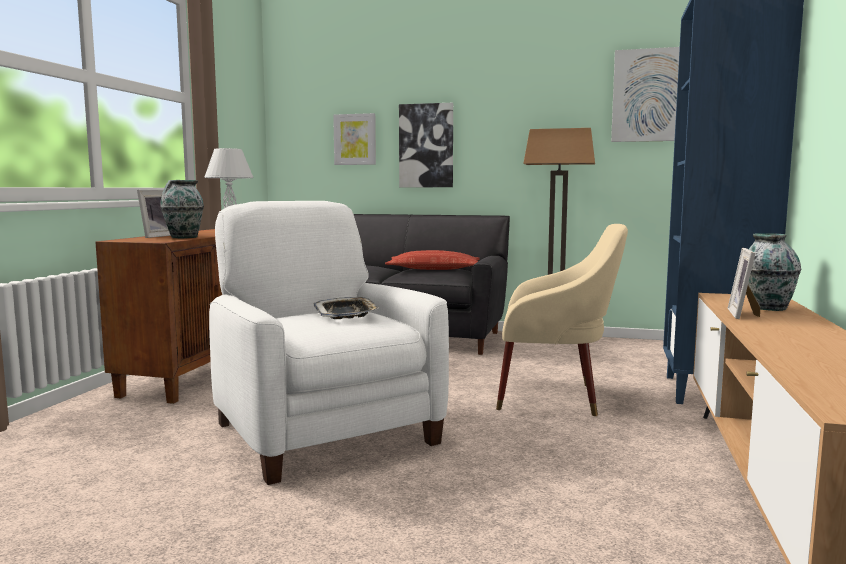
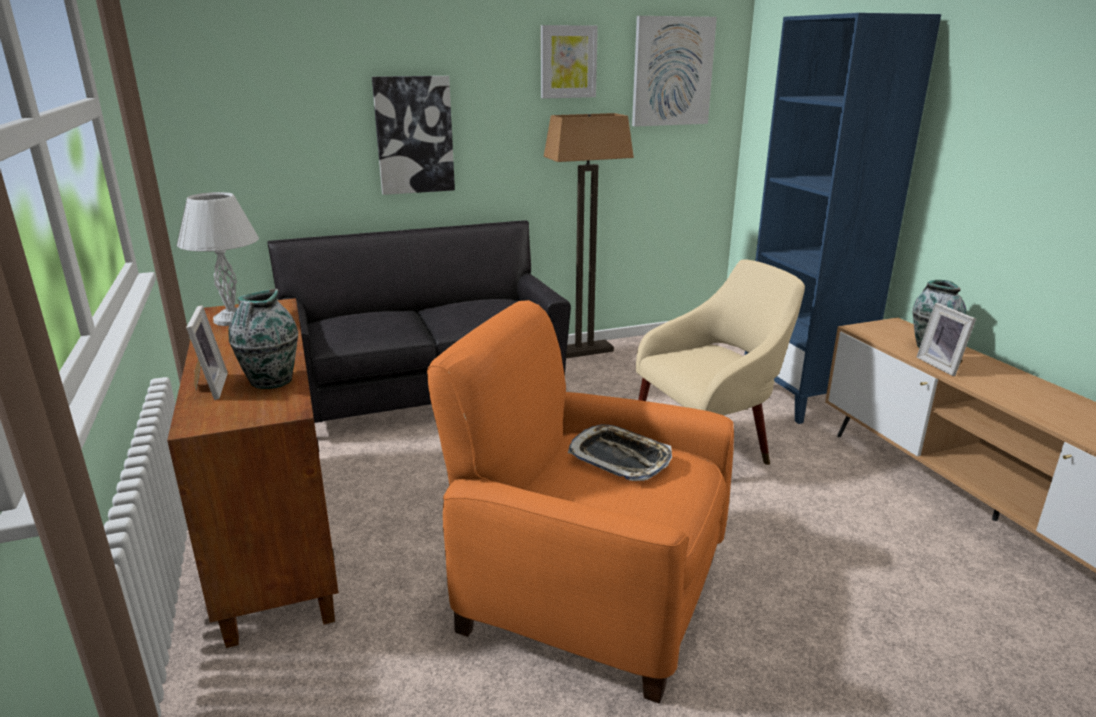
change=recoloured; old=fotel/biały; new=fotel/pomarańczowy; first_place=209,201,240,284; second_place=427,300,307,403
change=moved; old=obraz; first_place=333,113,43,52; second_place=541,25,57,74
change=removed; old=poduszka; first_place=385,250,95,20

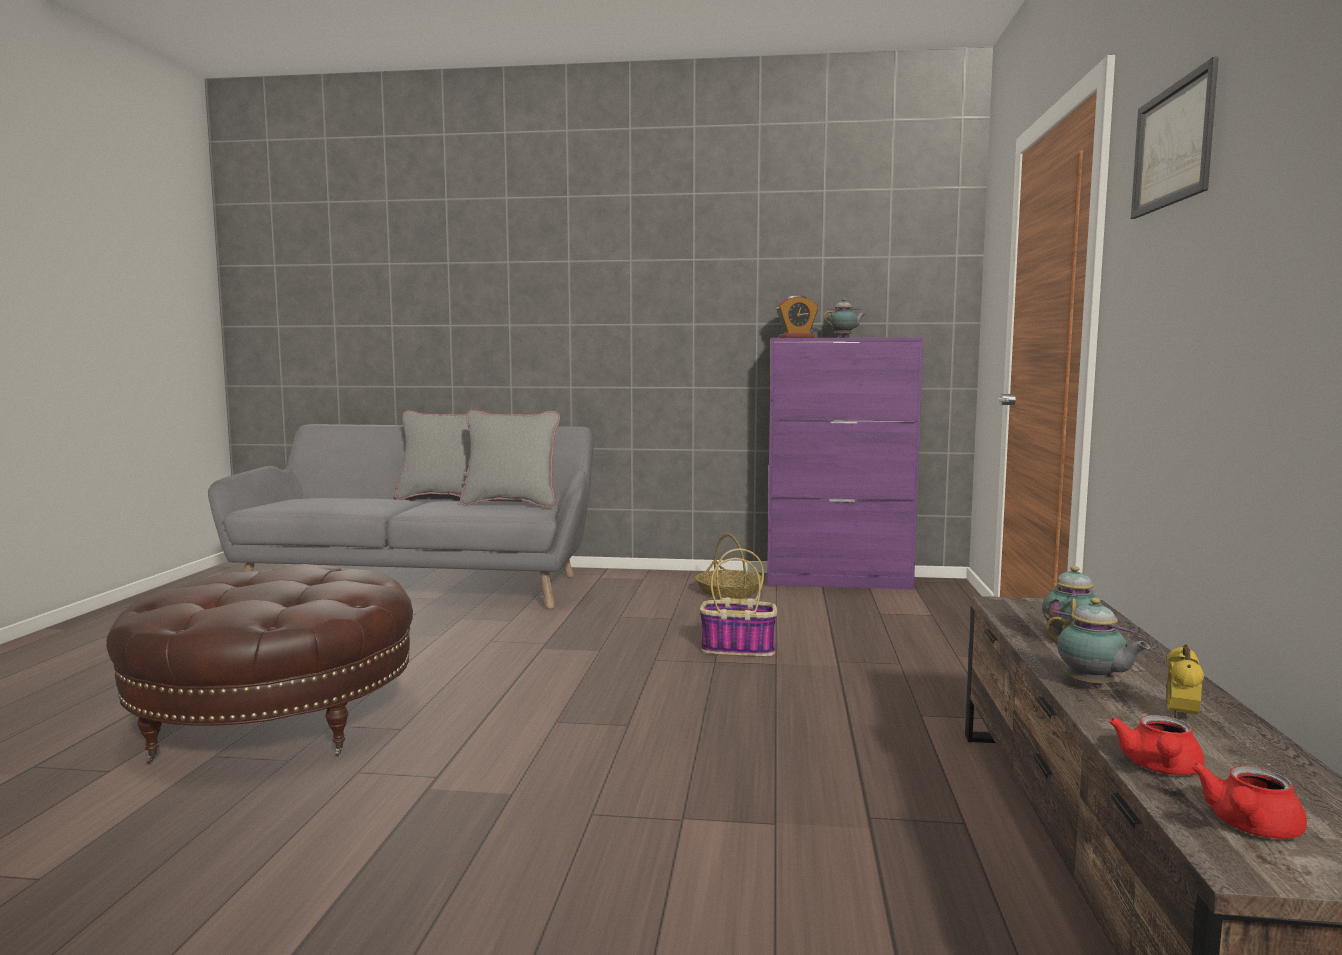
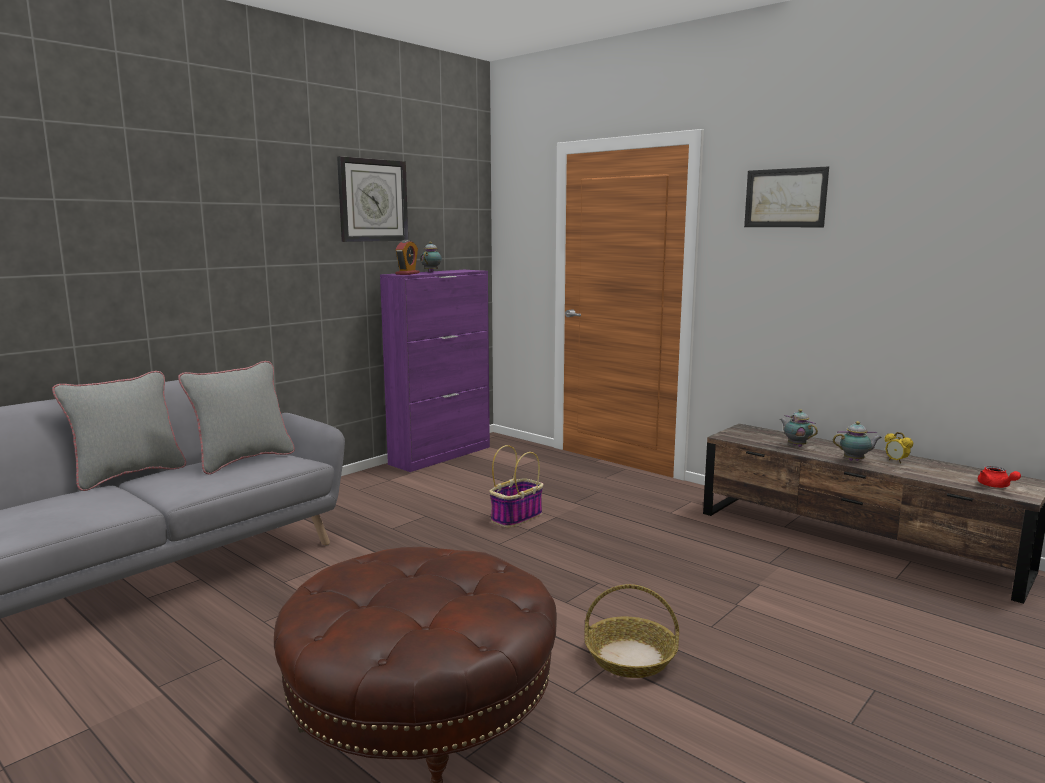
change=moved; old=koszyk; first_place=695,534,67,64; second_place=584,584,95,94
change=removed; old=imbryk/czerwony; first_place=1109,715,95,60
change=added; new=zegar ścienny; second_place=337,156,71,86

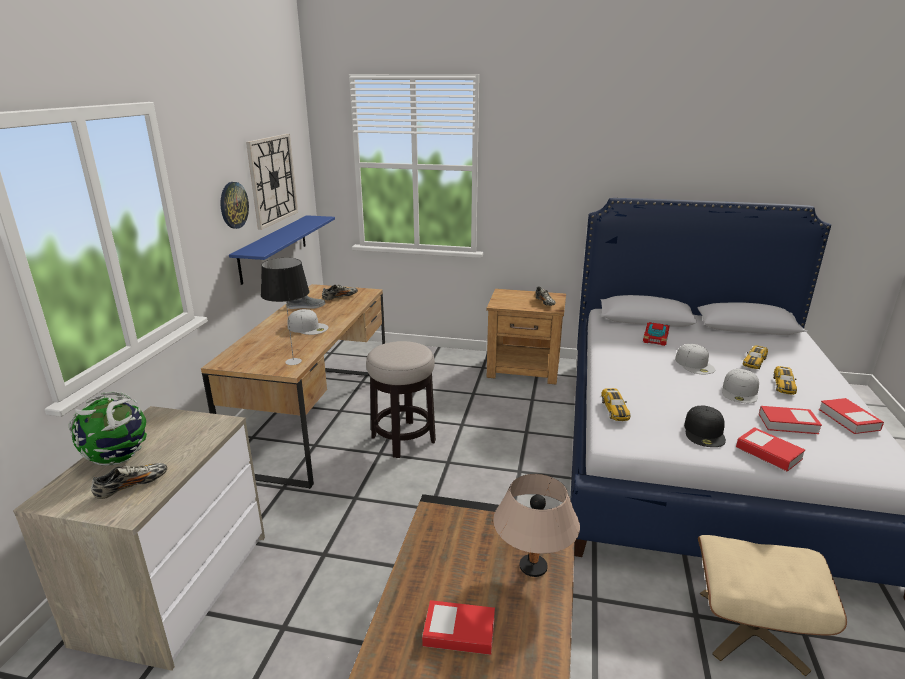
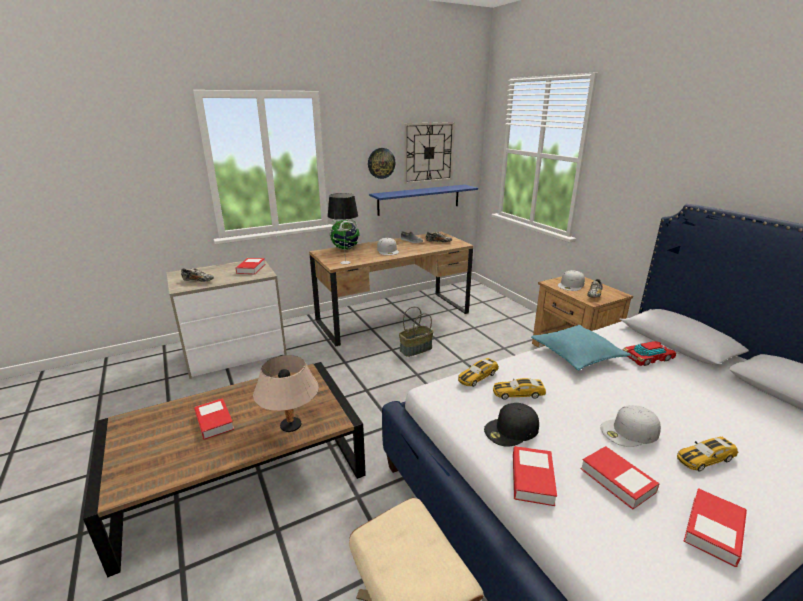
change=moved; old=globus; first_place=69,391,78,75; second_place=329,219,31,31
change=replaced; old=stołek; new=koszyk; first_place=366,341,70,117; second_place=399,306,35,51
change=moved; old=czapka z daszkiem/biały; first_place=675,344,40,30; second_place=558,270,27,21
change=moved; old=samochodzik; first_place=743,345,25,24; second_place=493,378,53,22
change=added; new=książka; second_place=236,258,29,16
change=added; new=poduszka/turkusowy; second_place=531,325,99,46

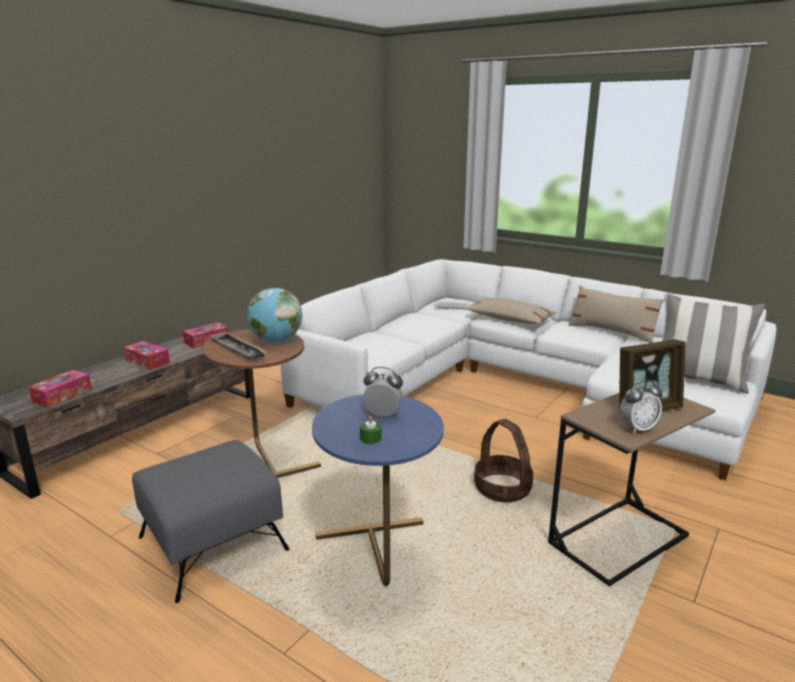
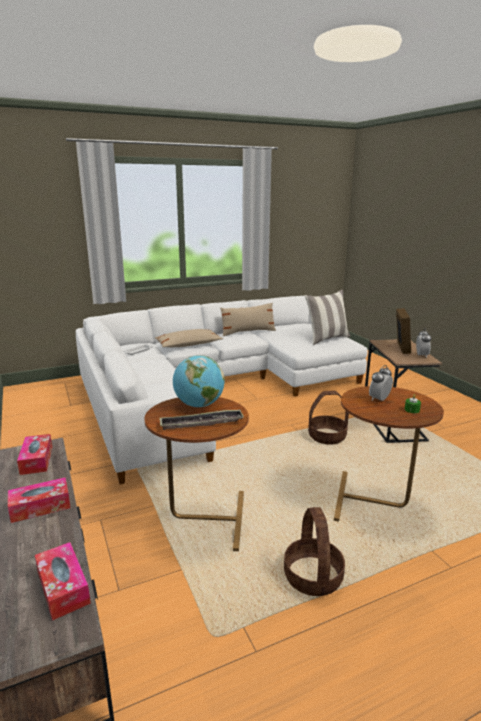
change=replaced; old=pufa/szary; new=koszyk; first_place=132,440,158,163; second_place=284,507,61,89
change=recoloured; old=stolik/niebieski; new=stolik/brązowy; first_place=312,394,132,192; second_place=334,386,110,136

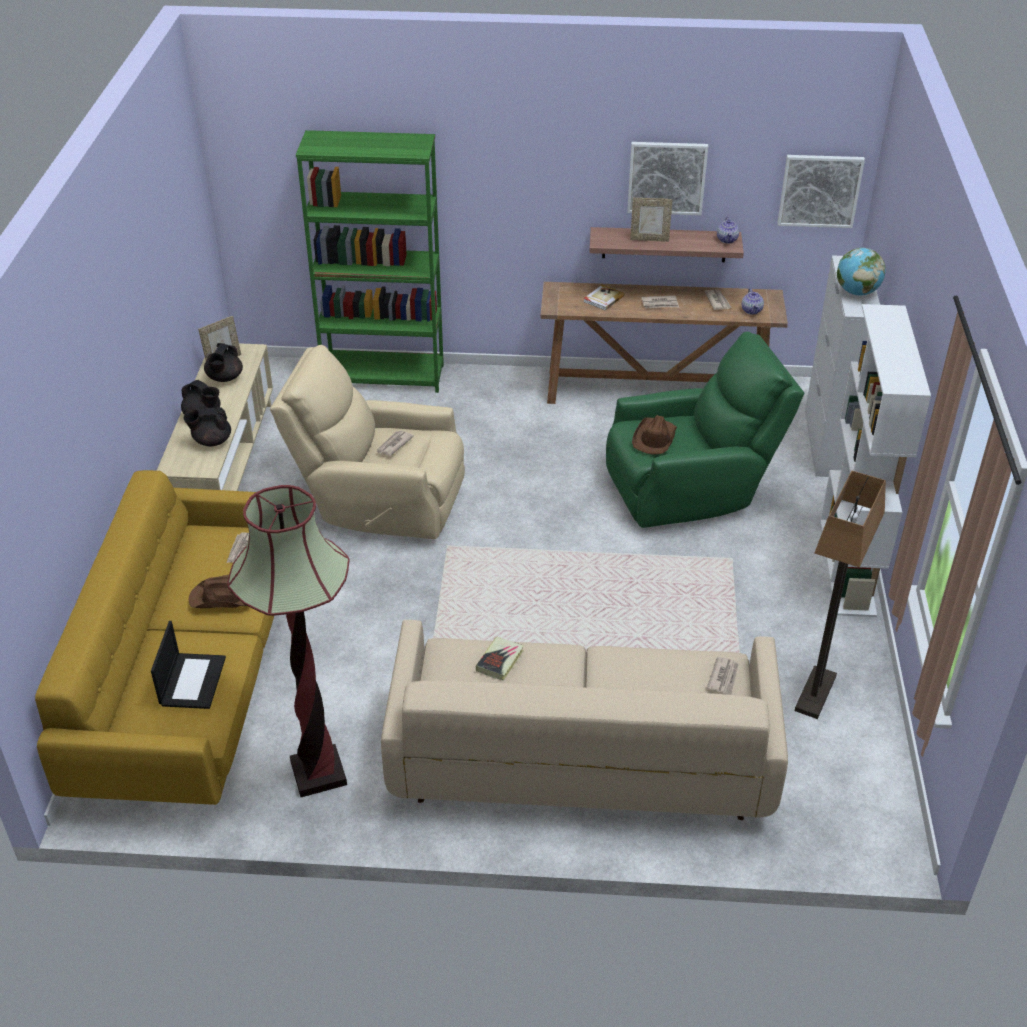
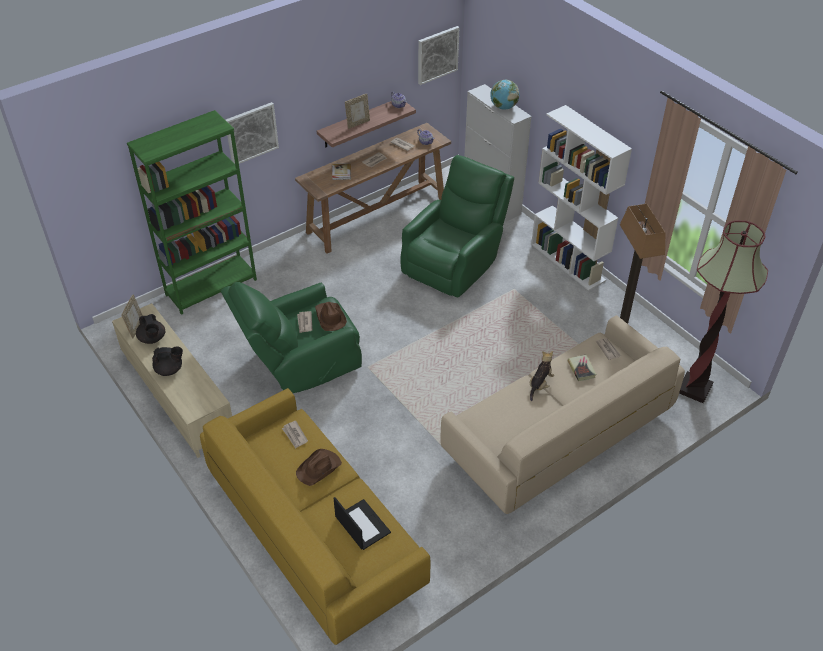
change=removed; old=imbryk/czarny; first_place=183,407,48,39
change=moved; old=lampa stojąca; first_place=227,485,123,312; second_place=679,220,89,183
change=recoloured; old=fotel/beżowy; new=fotel/zielony; first_place=270,345,195,194; second_place=220,282,142,111
change=moved; old=książka; first_place=476,637,48,44; second_place=568,355,28,26
change=moved; old=obraz; first_place=627,142,81,73; second_place=226,102,53,62
change=moved; old=kapelusz/brązowy; first_place=632,415,45,39; second_place=315,302,32,29
change=added; new=pluszak; second_place=530,351,24,50

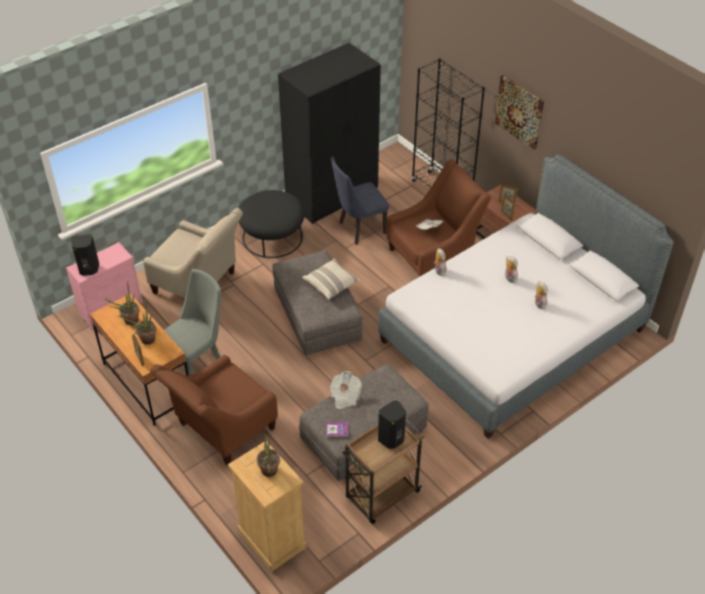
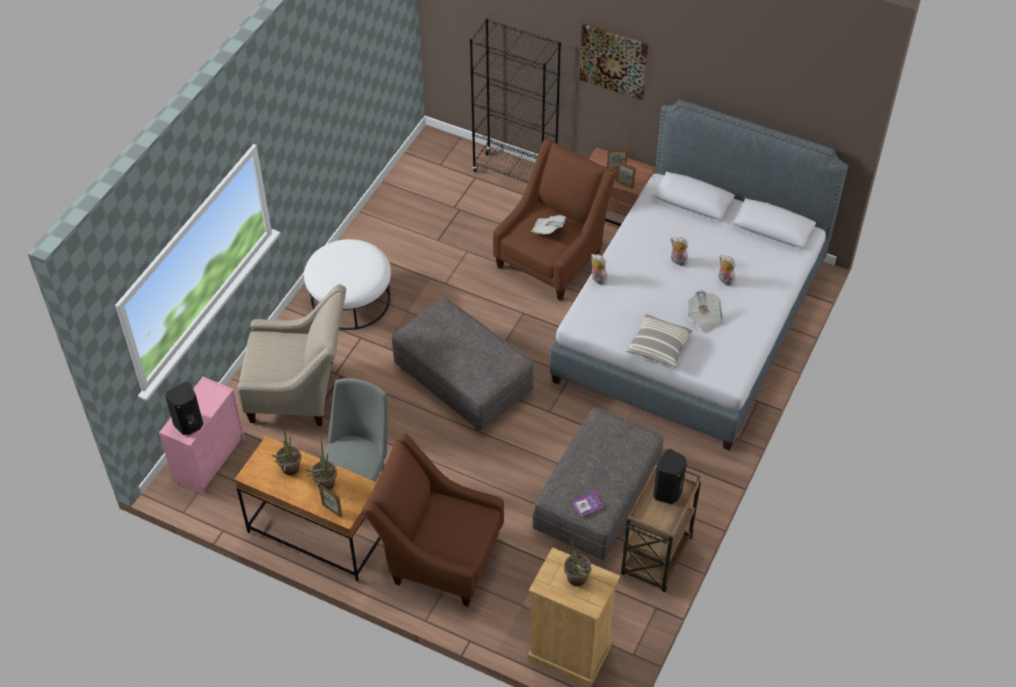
change=turned; old=fotel/brązowy; first_place=150,355,128,111; second_place=362,433,142,174; degrees=90
change=recoloured; old=pufa/czarny; new=pufa/biały; first_place=239,190,66,68; second_place=304,239,87,91
change=removed; old=szafa/czarny; first_place=278,43,103,181
change=moved; old=poduszka; first_place=302,259,58,41; second_place=625,313,68,54
change=moved; old=gazeta; first_place=330,371,32,38; second_place=688,290,35,44
change=removed; old=krzesło/niebieski; first_place=331,156,58,89

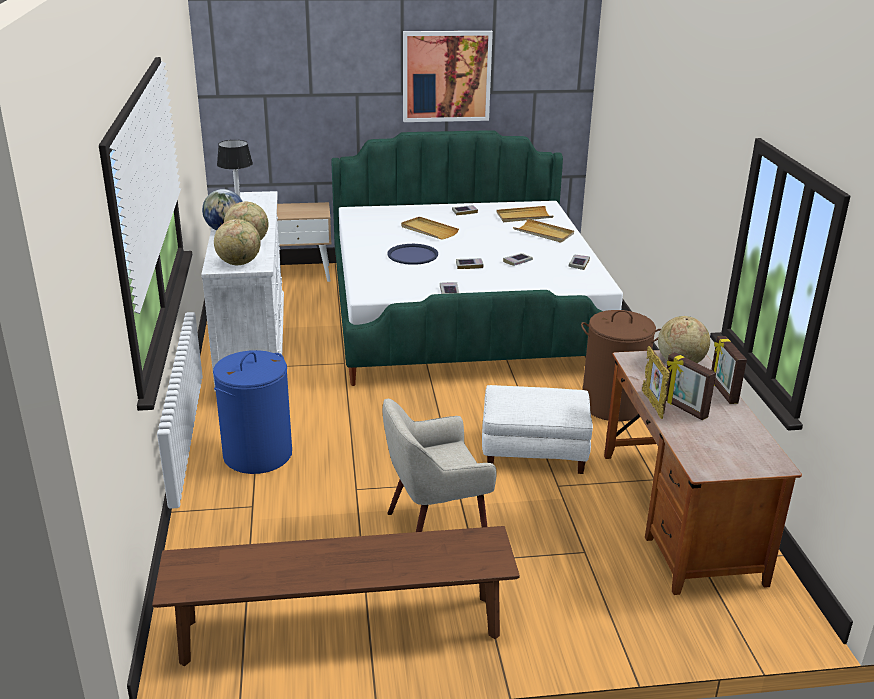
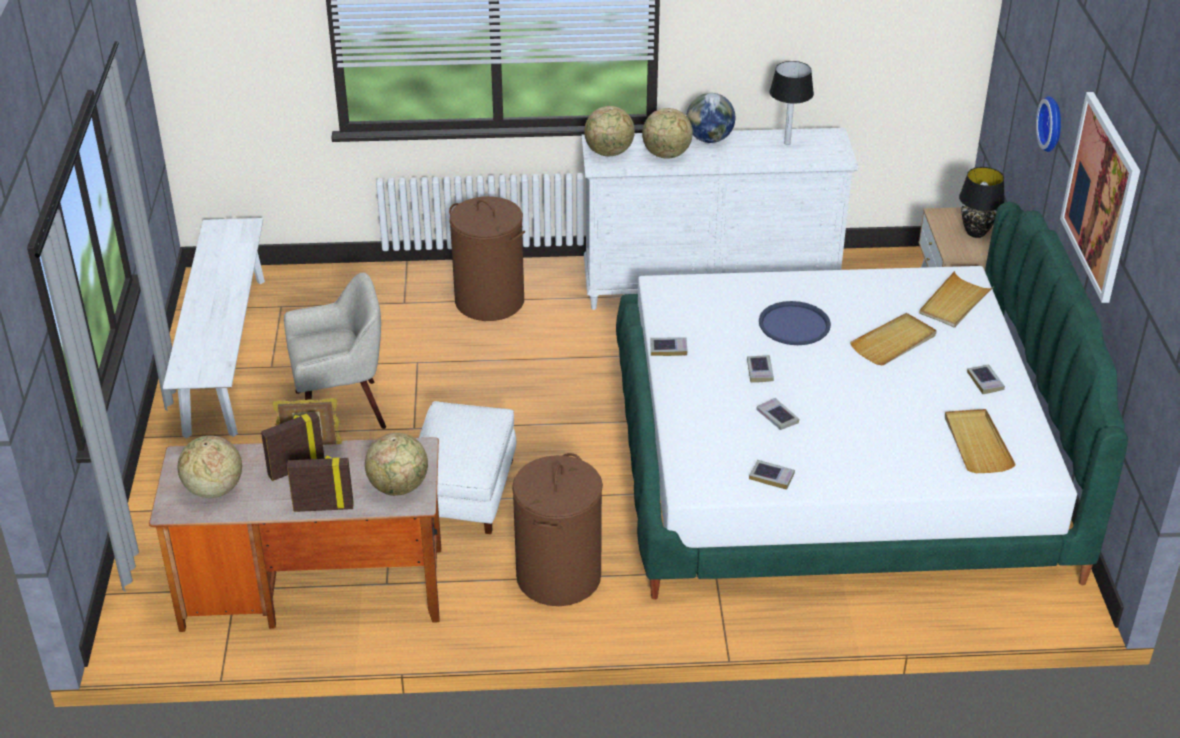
change=recoloured; old=ławka/brązowy; new=ławka/biały; first_place=152,526,368,140; second_place=163,218,102,220
change=recoloured; old=kosz na pranie/niebieski; new=kosz na pranie/brązowy; first_place=213,350,79,124; second_place=449,196,76,125
change=turned; old=fotel/beżowy; first_place=383,399,114,133; second_place=284,272,102,157; degrees=90
change=moved; old=taca/beżowy; first_place=513,219,61,24; second_place=919,271,75,57
change=added; new=globus; second_place=178,435,64,63
change=added; new=lampa stołowa/czarny; second_place=959,167,46,71
change=added; new=zegar ścienny; second_place=1036,96,25,56

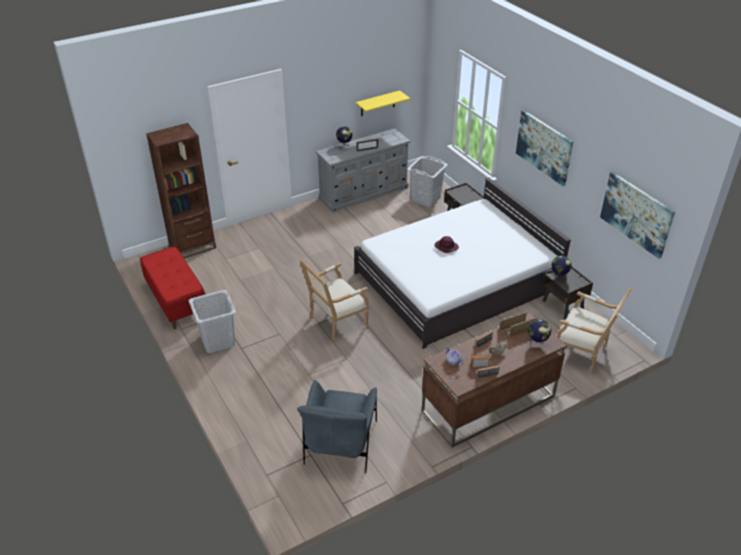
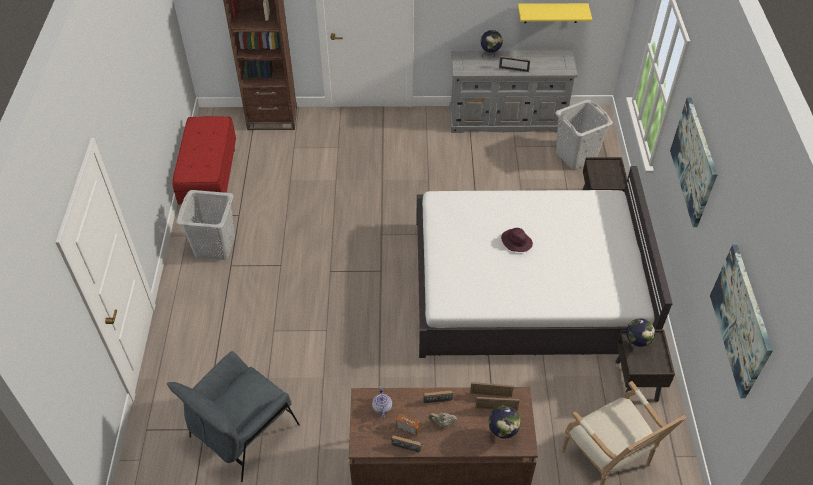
change=removed; old=fotel; first_place=299,259,70,82

